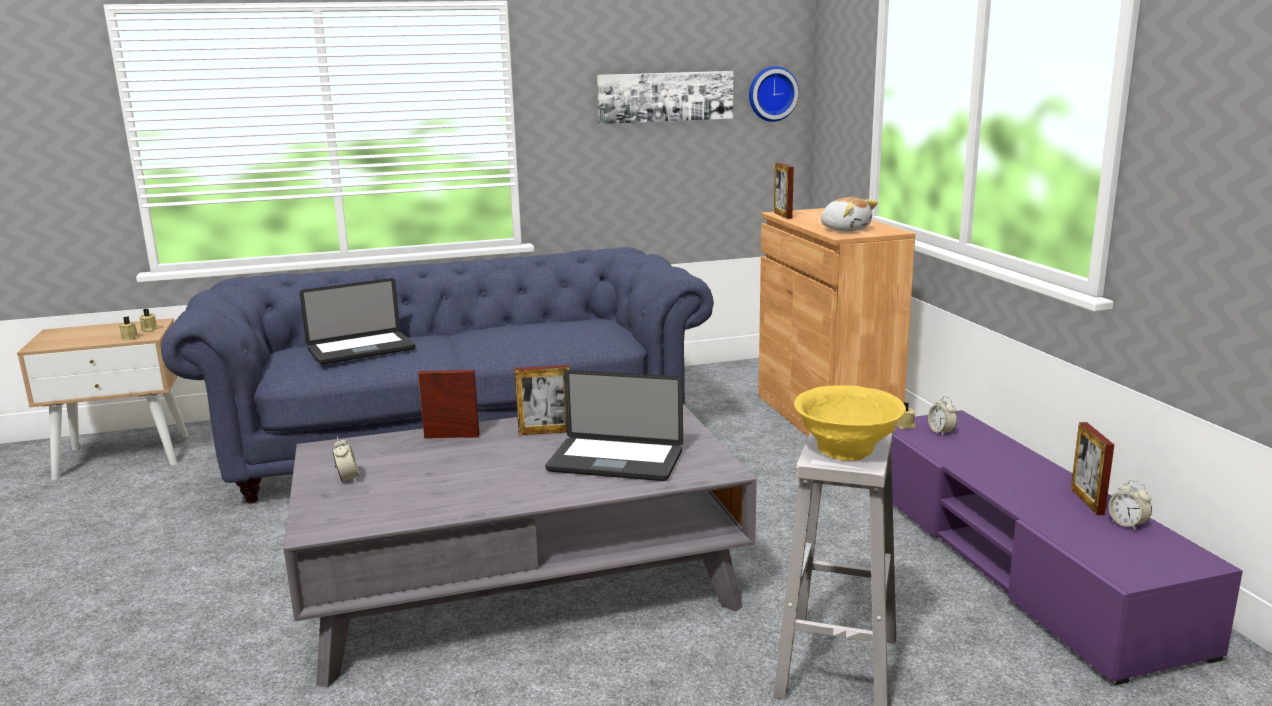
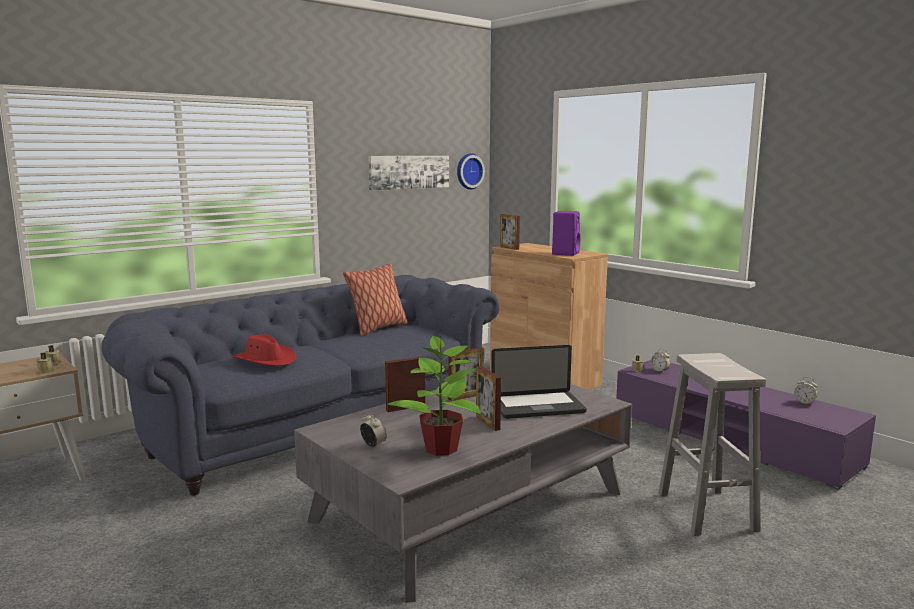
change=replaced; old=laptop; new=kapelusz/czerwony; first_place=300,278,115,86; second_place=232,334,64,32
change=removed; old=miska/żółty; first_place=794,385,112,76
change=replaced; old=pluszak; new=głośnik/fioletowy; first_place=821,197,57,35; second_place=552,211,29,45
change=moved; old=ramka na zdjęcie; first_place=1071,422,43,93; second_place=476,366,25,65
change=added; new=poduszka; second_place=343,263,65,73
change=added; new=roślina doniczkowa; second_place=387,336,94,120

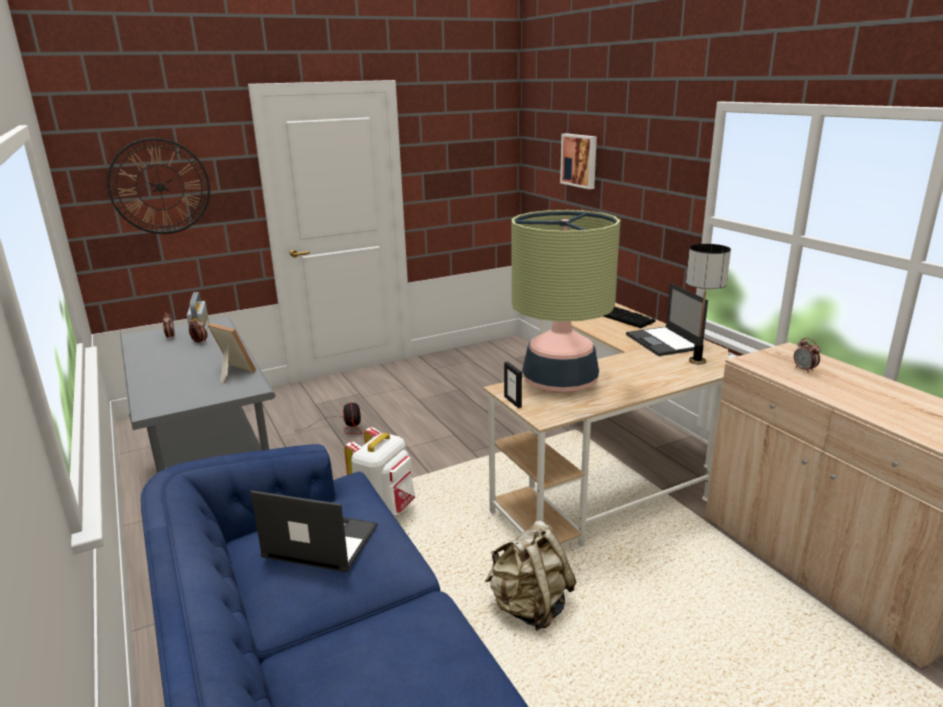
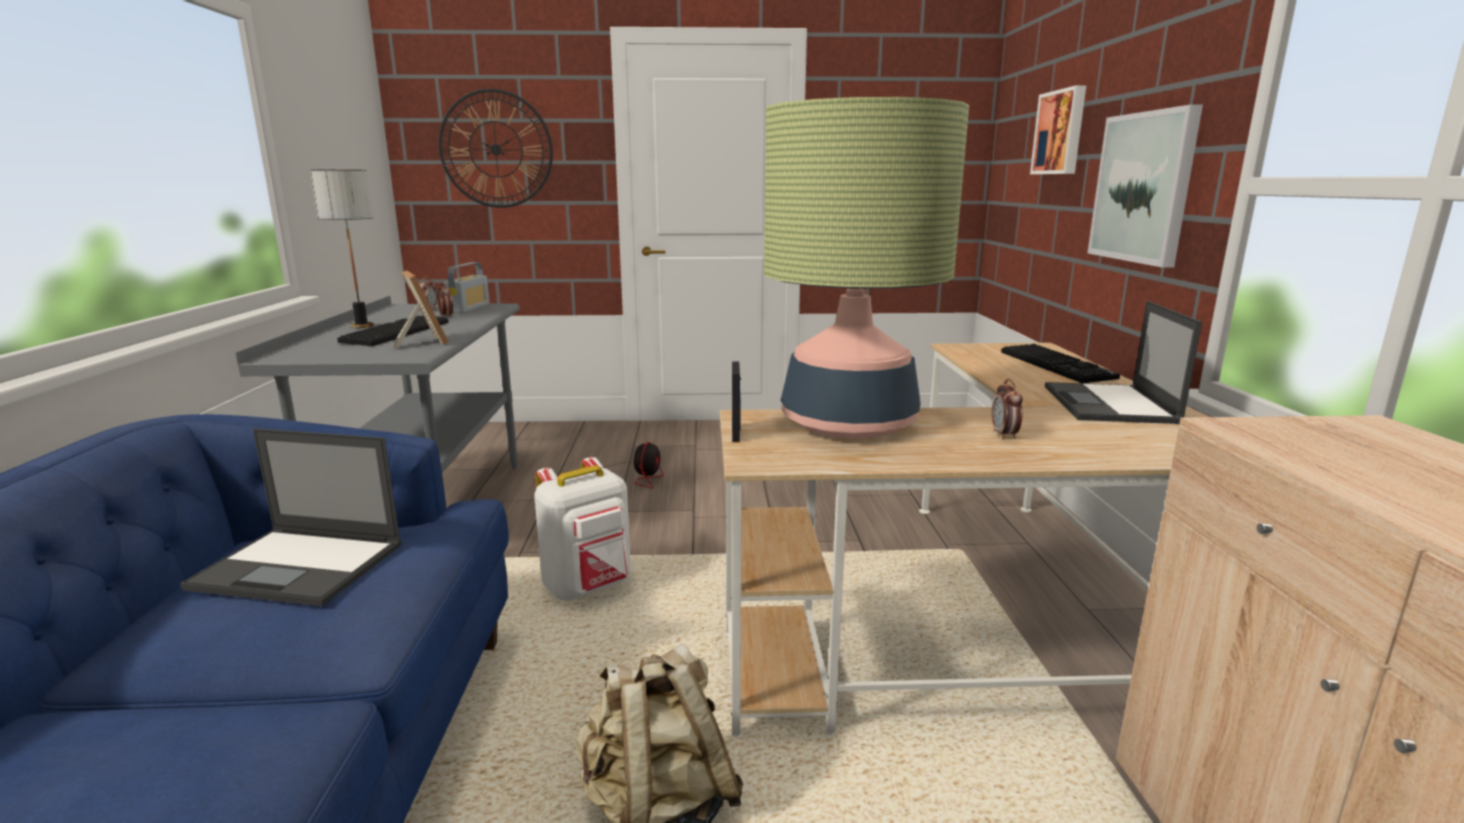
change=turned; old=laptop; first_place=251,490,126,82; second_place=180,428,222,178; degrees=150
change=moved; old=lampa stołowa; first_place=686,244,45,120; second_place=310,170,64,158
change=moved; old=budzik; first_place=794,338,27,35; second_place=992,379,31,61
change=added; new=klawiatura; second_place=337,316,112,30
change=added; new=obraz; second_place=1087,105,116,163

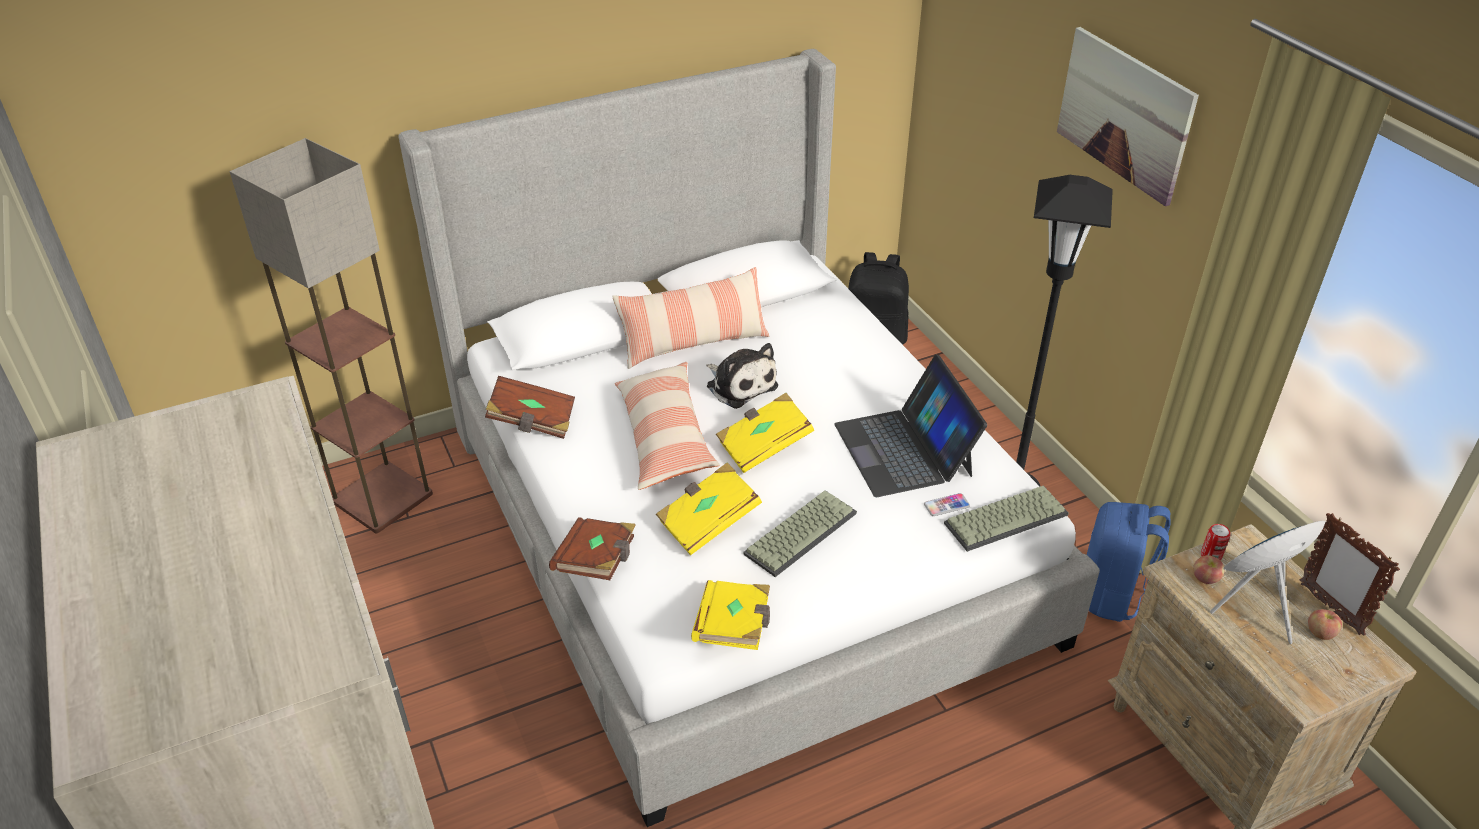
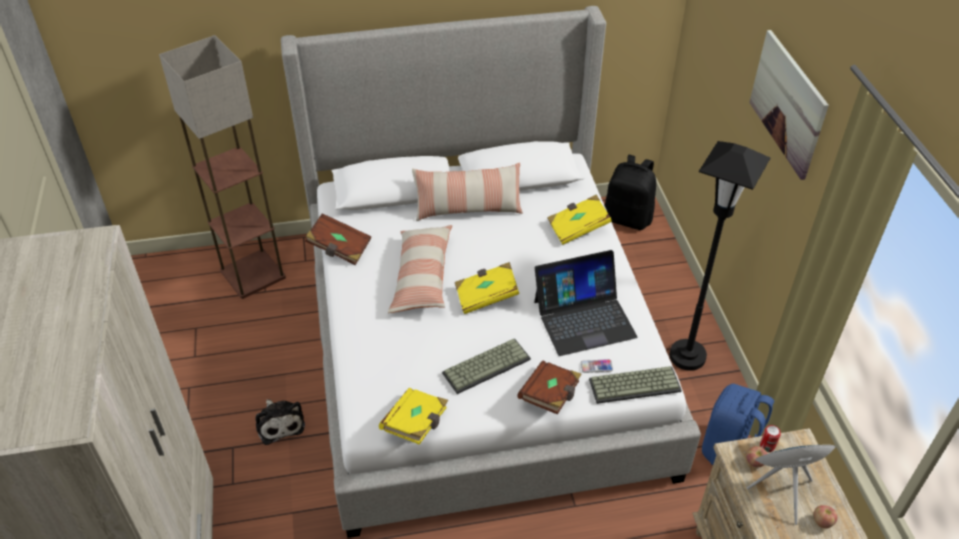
change=moved; old=książka/brązowy; first_place=549,517,86,63; second_place=517,361,64,54
change=moved; old=książka/żółty; first_place=656,463,106,93; second_place=547,195,65,50
change=moved; old=pluszak; first_place=706,343,72,66; second_place=255,399,50,46
change=turned; old=laptop; first_place=834,355,153,142; second_place=534,250,103,106; degrees=-105
change=removed; old=ramka na zdjęcie; first_place=1300,513,100,122

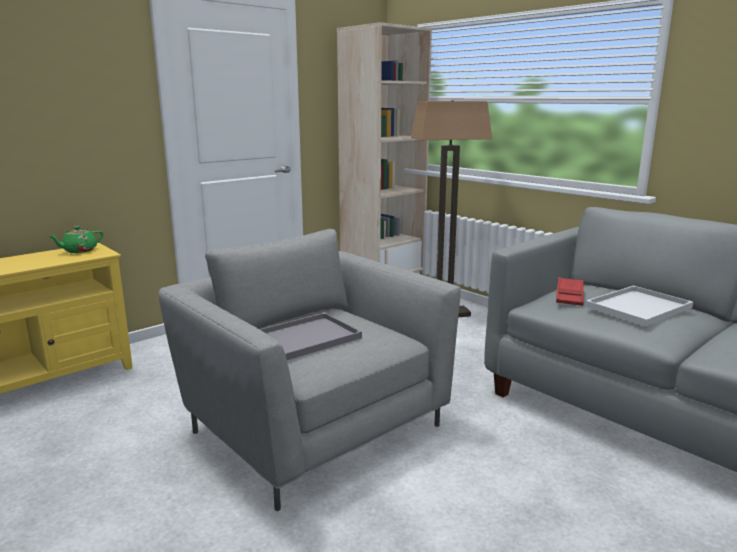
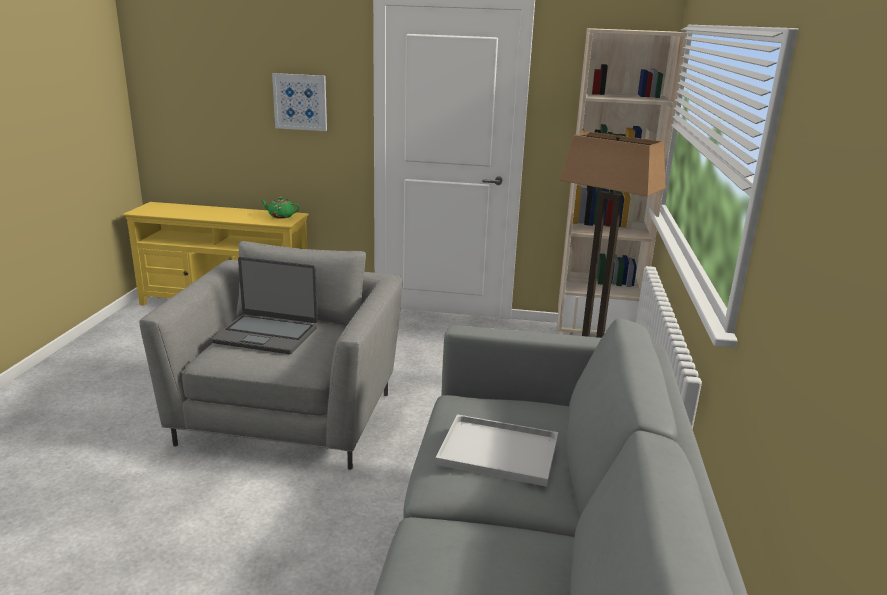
change=replaced; old=taca/szary; new=laptop; first_place=260,313,102,47; second_place=212,257,106,97
change=removed; old=taca/czerwony; first_place=556,277,28,29
change=added; new=obraz; second_place=272,73,55,58

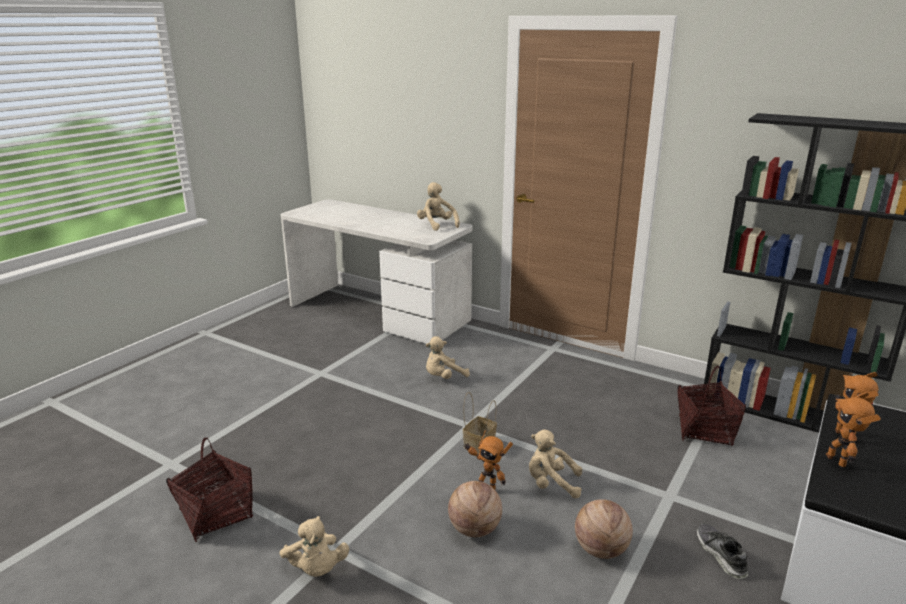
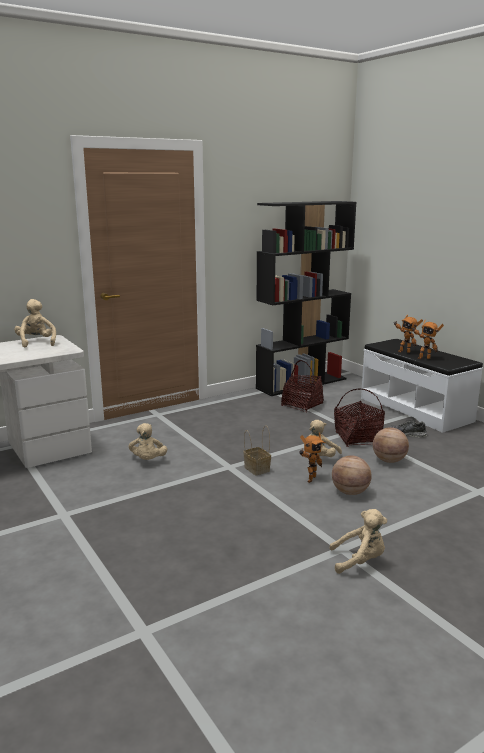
change=moved; old=koszyk; first_place=166,437,87,105; second_place=334,389,51,58
change=turned; old=pluszak/beżowy; first_place=417,182,43,49; second_place=14,299,42,48; degrees=75

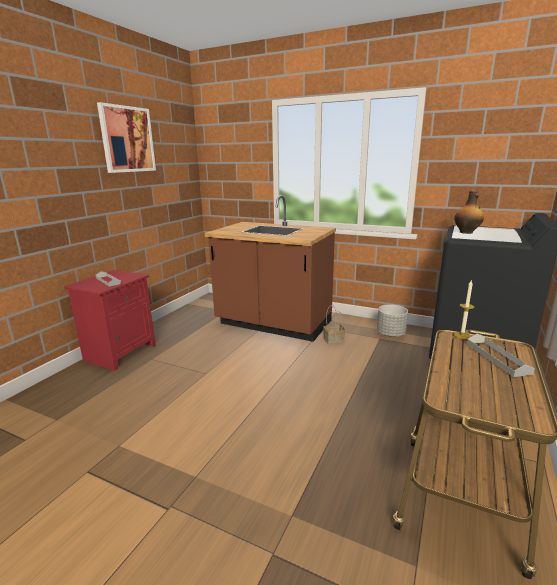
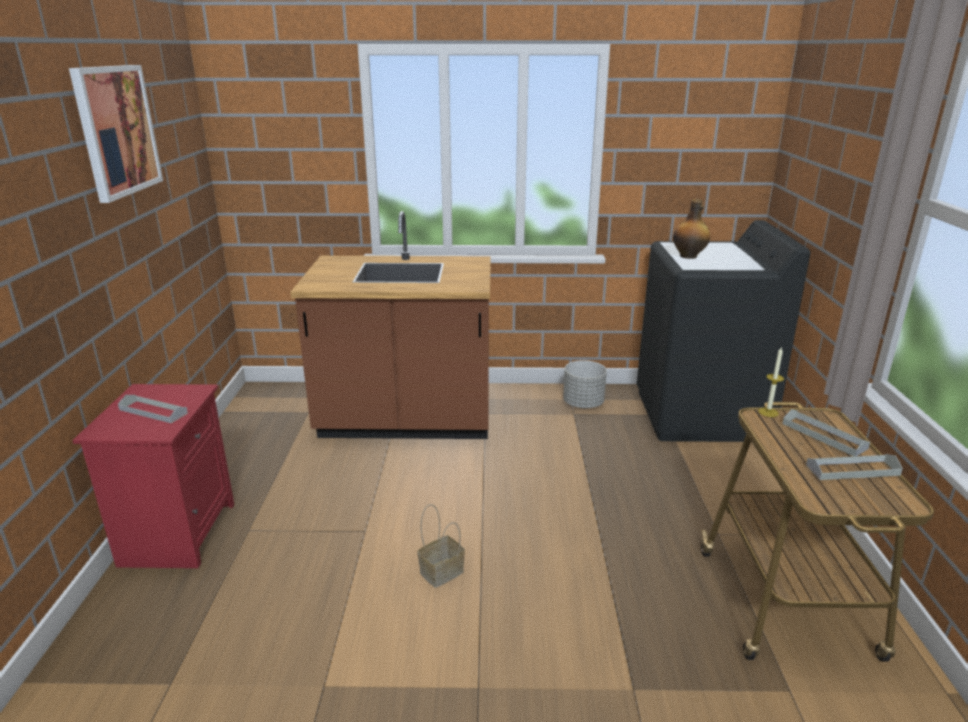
change=moved; old=koszyk; first_place=323,305,22,39; second_place=417,504,48,84
change=added; new=taca/szary; second_place=806,454,97,26

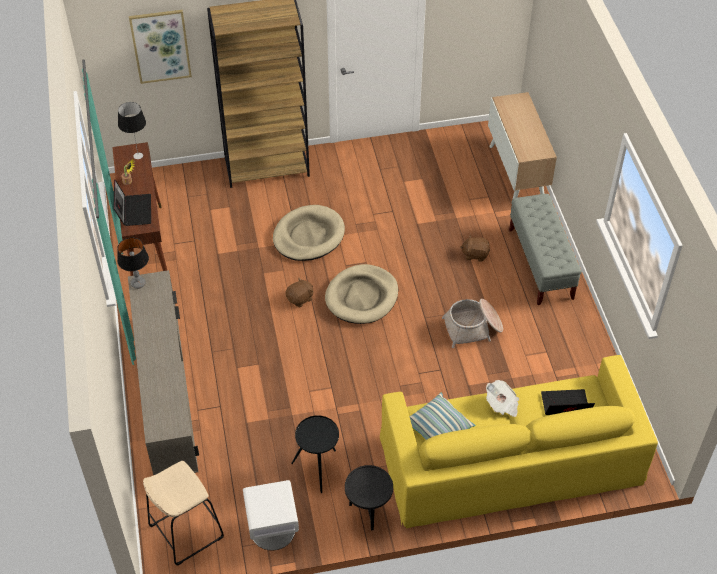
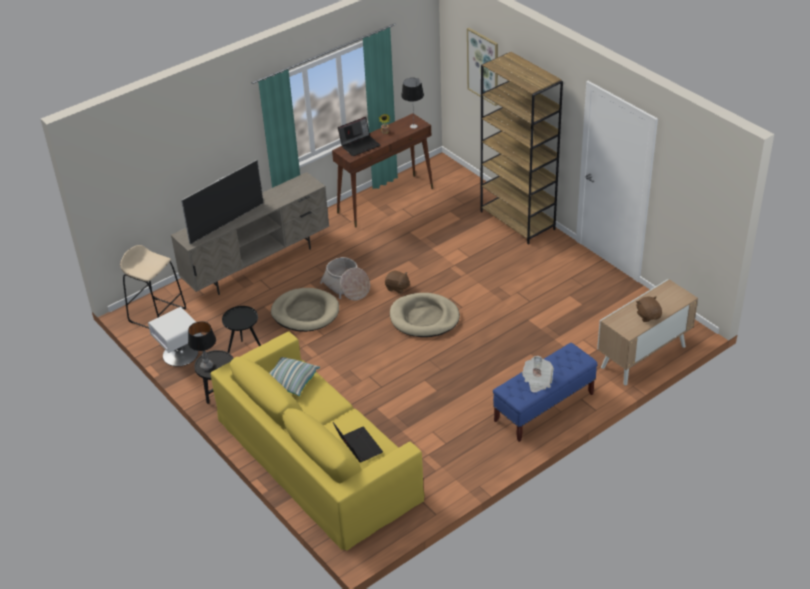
change=moved; old=lampa stołowa; first_place=117,237,32,52; second_place=188,321,28,49
change=moved; old=legowisko/beżowy; first_place=273,205,72,56; second_place=271,288,68,44
change=moved; old=koszyk; first_place=442,299,61,49; second_place=320,257,50,44
change=moved; old=pluszak/brązowy; first_place=460,235,30,27; second_place=636,296,26,26
change=moved; old=gazeta; first_place=486,380,33,37; second_place=522,356,32,37
change=recoloured; old=ławka/szary; new=ławka/niebieski; first_place=509,194,73,111; second_place=493,343,105,99
change=added; new=telewizor; second_place=181,160,83,84

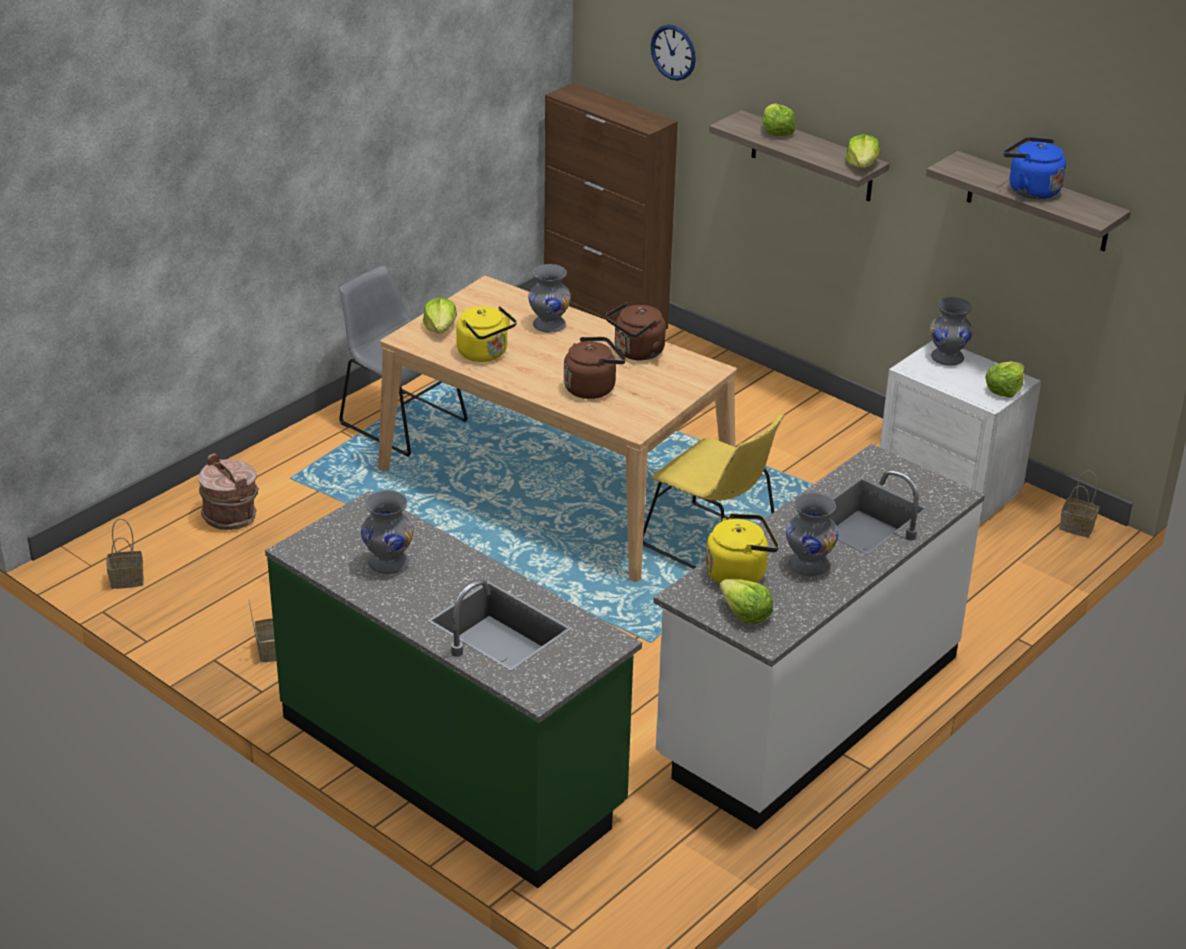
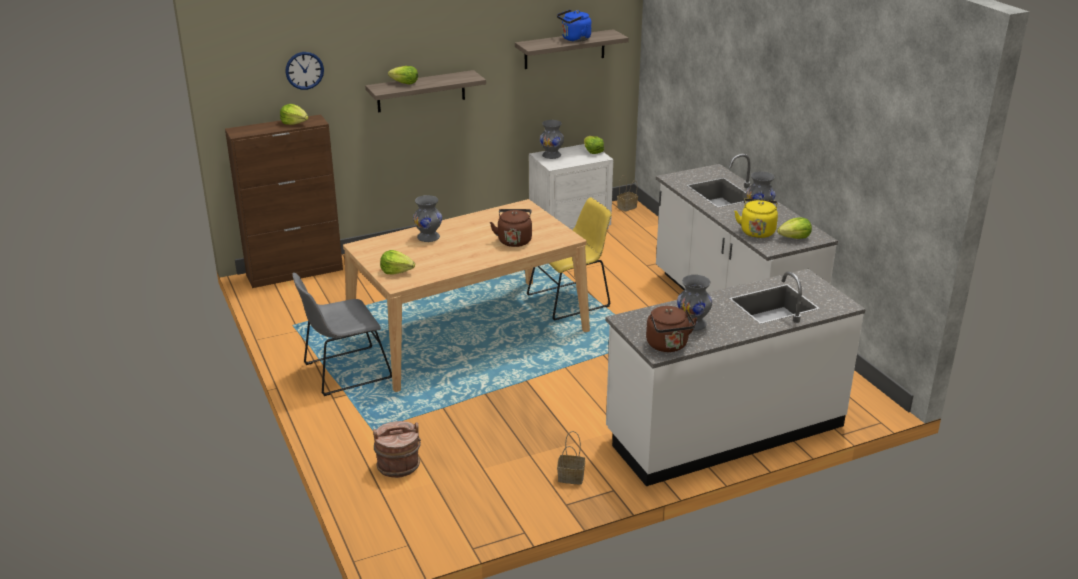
change=removed; old=koszyk; first_place=106,518,38,71
change=recoloured; old=zabudowa kuchenna/zielony; new=zabudowa kuchenna/biały; first_place=265,490,377,398; second_place=605,269,261,217
change=removed; old=czajnik/żółty; first_place=456,306,61,56
change=moved; old=czajnik/brązowy; first_place=605,303,61,57; second_place=646,306,51,46
change=moved; old=sałata; first_place=845,134,35,34; second_place=280,104,29,21

